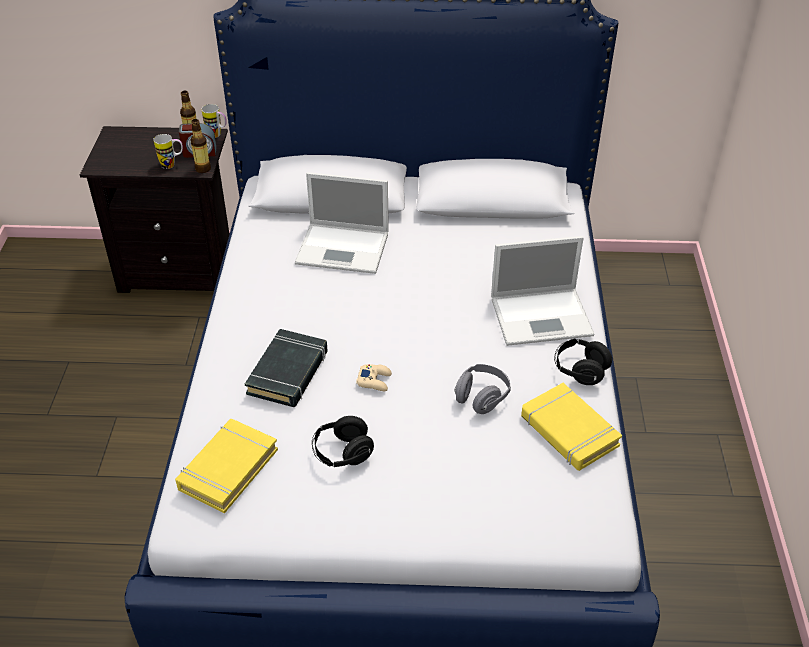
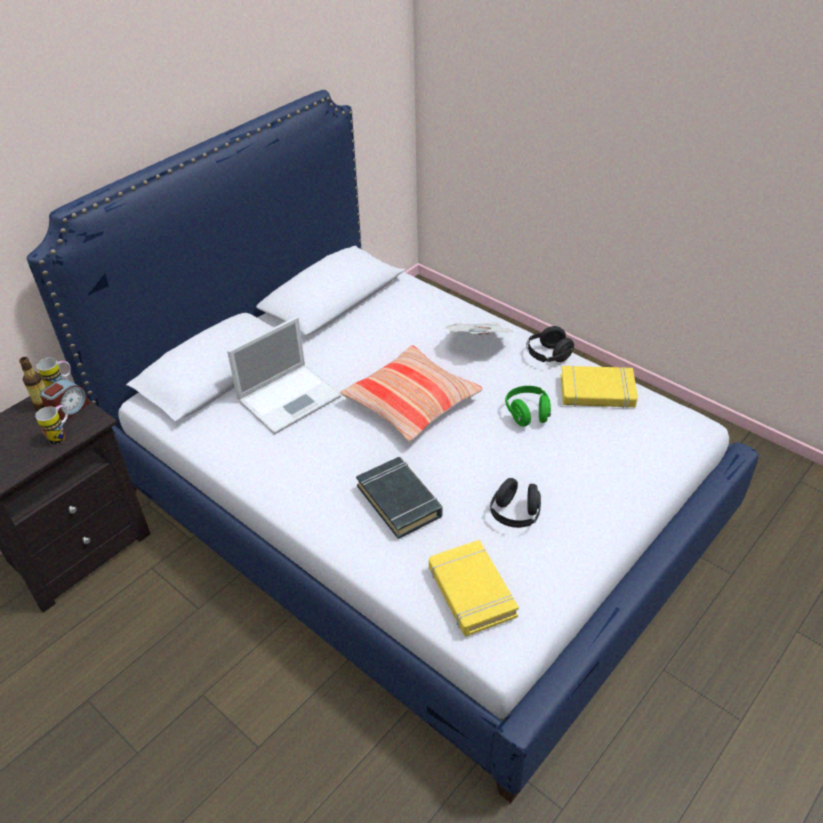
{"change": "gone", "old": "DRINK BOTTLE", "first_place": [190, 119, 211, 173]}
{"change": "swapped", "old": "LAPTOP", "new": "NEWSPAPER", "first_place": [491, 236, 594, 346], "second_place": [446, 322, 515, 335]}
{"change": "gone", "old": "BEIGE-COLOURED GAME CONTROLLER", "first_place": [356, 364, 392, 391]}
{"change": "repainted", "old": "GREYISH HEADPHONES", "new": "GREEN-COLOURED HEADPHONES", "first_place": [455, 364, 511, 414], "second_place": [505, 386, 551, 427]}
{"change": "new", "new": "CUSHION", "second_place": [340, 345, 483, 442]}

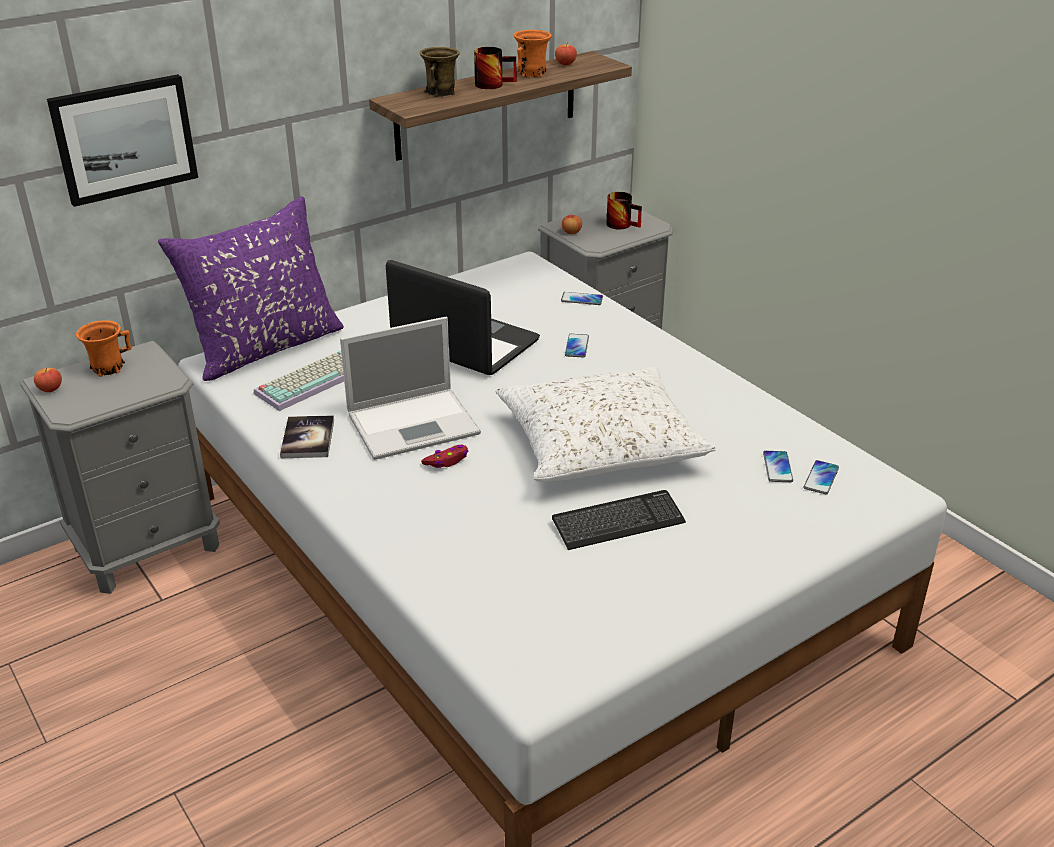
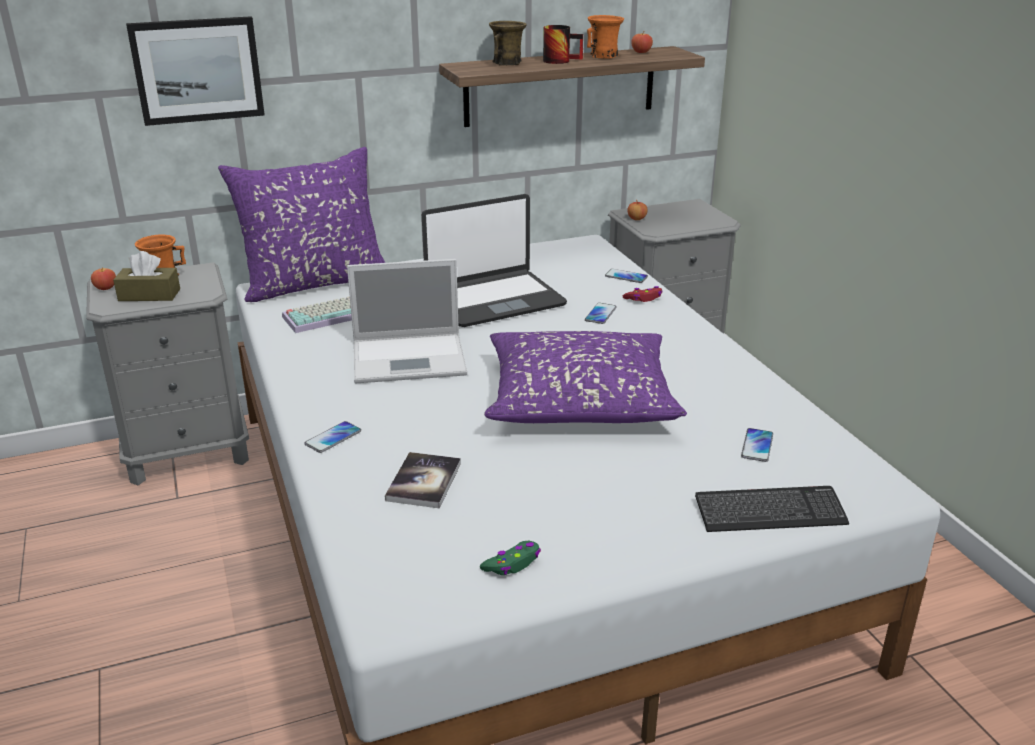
{"change": "gone", "old": "MUG", "first_place": [606, 192, 642, 229]}
{"change": "rotated", "old": "LAPTOP", "first_place": [386, 260, 540, 375], "second_place": [422, 194, 567, 327], "degrees": 105}
{"change": "repainted", "old": "WHITE-COLOURED CUSHION", "new": "PURPLE-COLOURED CUSHION", "first_place": [495, 367, 716, 482], "second_place": [484, 331, 687, 423]}
{"change": "shifted", "old": "BOUND BOOK", "first_place": [280, 415, 334, 458], "second_place": [385, 452, 461, 509]}
{"change": "shifted", "old": "REDDISH GAME CONTROLLER", "first_place": [421, 444, 469, 468], "second_place": [623, 286, 663, 302]}
{"change": "shifted", "old": "TELEPHONE", "first_place": [804, 460, 839, 494], "second_place": [305, 421, 361, 453]}
{"change": "shifted", "old": "COMPUTER KEYBOARD", "first_place": [552, 490, 686, 550], "second_place": [695, 486, 849, 532]}
{"change": "new", "new": "BROWN TISSUE BOX", "second_place": [113, 251, 180, 301]}
{"change": "new", "new": "GREEN-COLOURED GAME CONTROLLER", "second_place": [480, 540, 541, 575]}

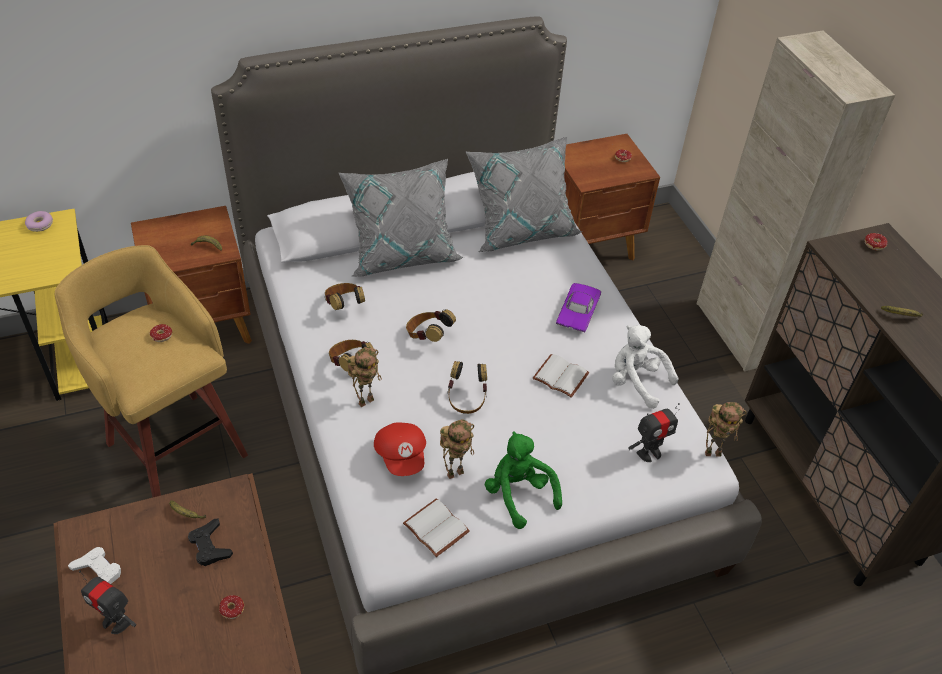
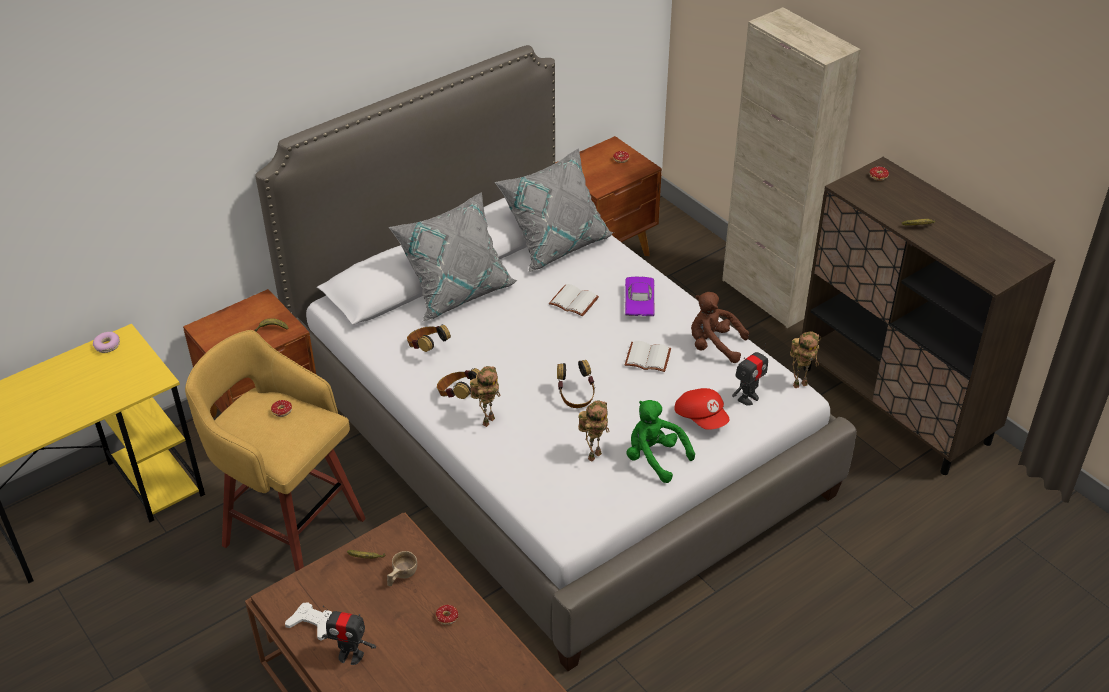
{"change": "gone", "old": "HEADPHONES", "first_place": [406, 309, 456, 342]}
{"change": "repainted", "old": "WHITE-COLOURED SOFT TOY", "new": "BROWN SOFT TOY", "first_place": [612, 325, 679, 409], "second_place": [691, 292, 749, 363]}
{"change": "shifted", "old": "REDDISH CAP", "first_place": [374, 422, 426, 476], "second_place": [674, 388, 730, 430]}
{"change": "shifted", "old": "WHITE-COLOURED BOUND BOOK", "first_place": [403, 498, 470, 557], "second_place": [549, 284, 599, 316]}
{"change": "swapped", "old": "BLACK GAME CONTROLLER", "new": "BEIGE-COLOURED CUP", "first_place": [188, 518, 233, 566], "second_place": [387, 551, 417, 586]}

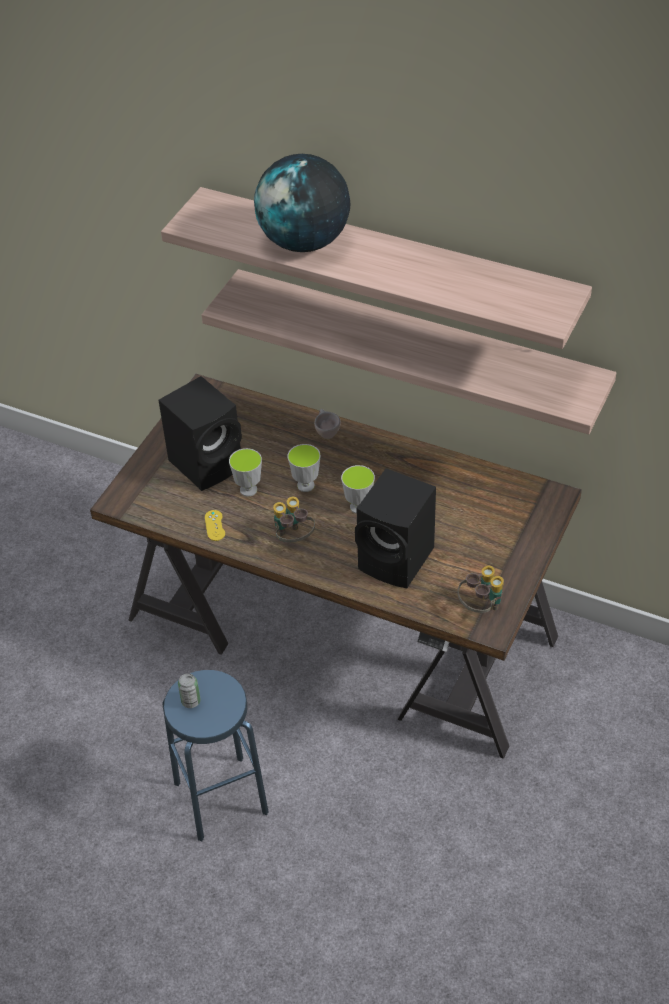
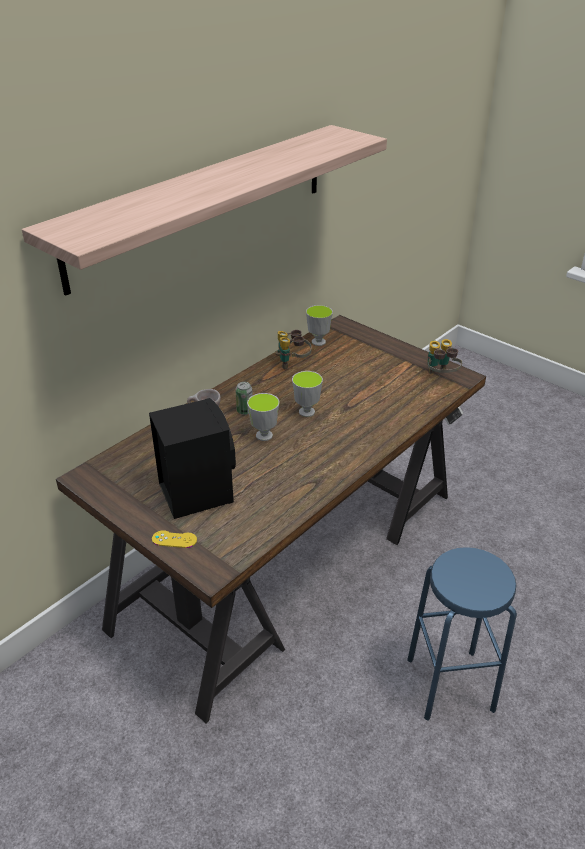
{"change": "gone", "old": "GLOBE", "first_place": [254, 154, 351, 252]}
{"change": "gone", "old": "SHELF", "first_place": [202, 269, 617, 435]}
{"change": "shifted", "old": "CUP", "first_place": [229, 448, 262, 496], "second_place": [306, 305, 333, 346]}
{"change": "gone", "old": "BLACK LOUDSPEAKER", "first_place": [355, 468, 436, 588]}
{"change": "shifted", "old": "PAIR OF BINOCULARS", "first_place": [273, 497, 315, 542], "second_place": [275, 330, 312, 369]}
{"change": "shifted", "old": "YELLOW-COLOURED GAME CONTROLLER", "first_place": [205, 510, 225, 541], "second_place": [152, 530, 197, 548]}
{"change": "shifted", "old": "CAN", "first_place": [178, 673, 201, 708], "second_place": [236, 382, 253, 415]}

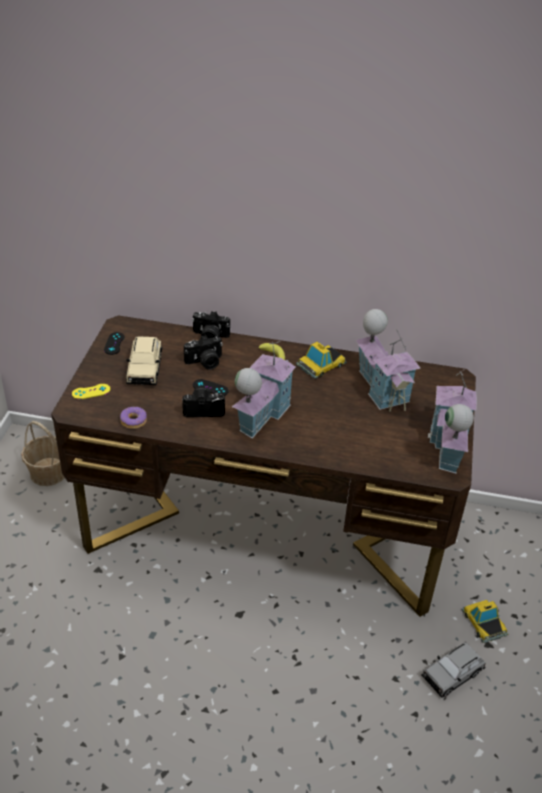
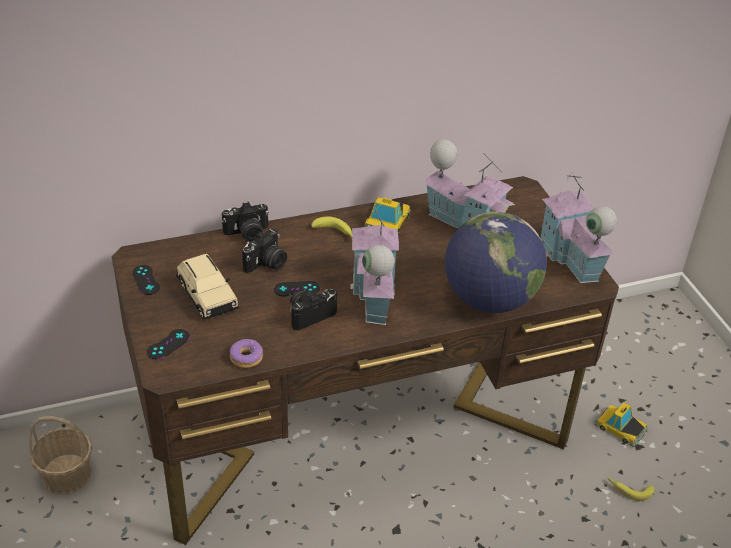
{"change": "repainted", "old": "YELLOW-COLOURED GAME CONTROLLER", "new": "BLACK GAME CONTROLLER", "first_place": [72, 384, 110, 400], "second_place": [147, 329, 190, 359]}
{"change": "swapped", "old": "GREYISH MODEL CAR", "new": "WHOLE BANANA", "first_place": [421, 642, 486, 698], "second_place": [607, 478, 654, 501]}
{"change": "new", "new": "GLOBE", "second_place": [445, 212, 547, 313]}

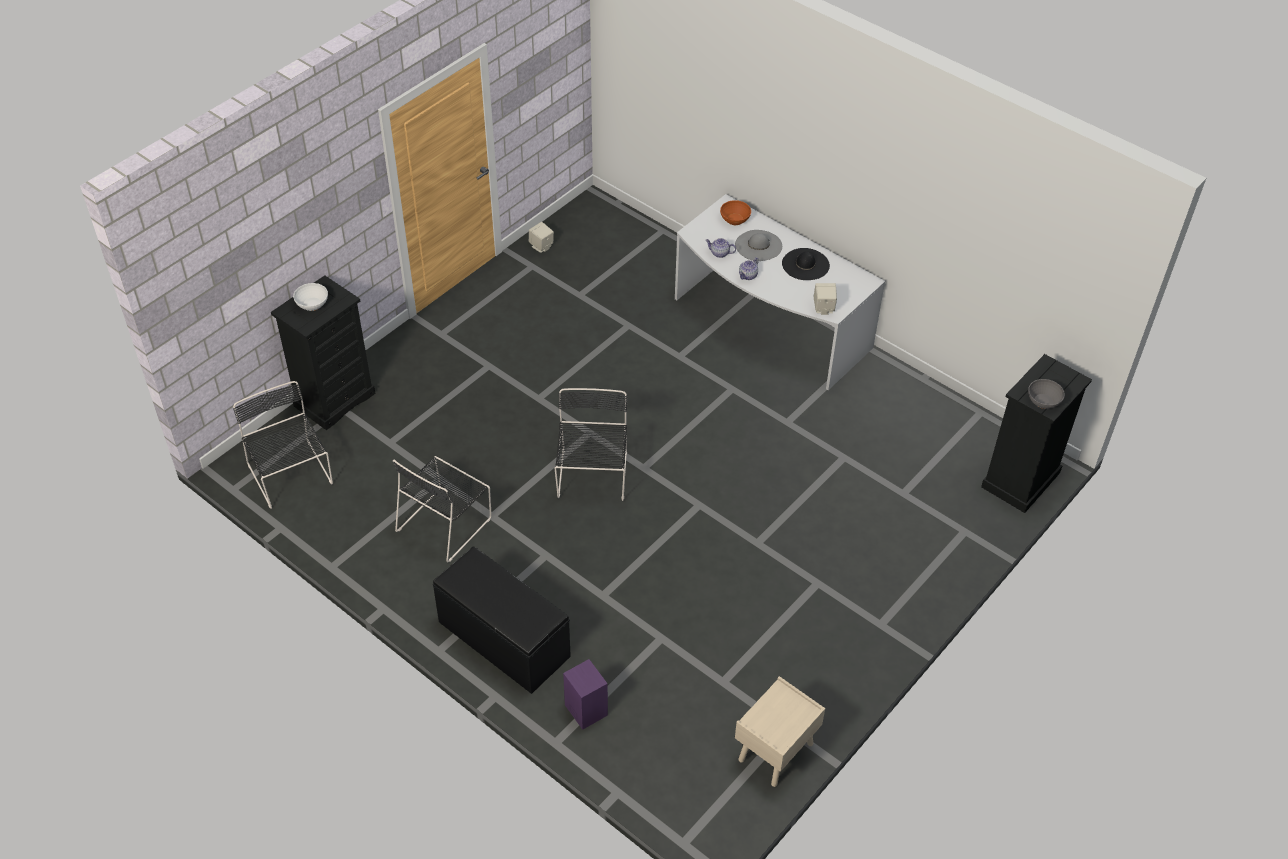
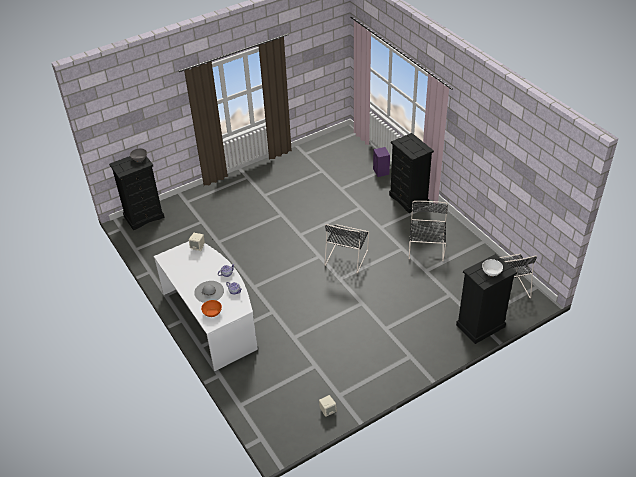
{"change": "gone", "old": "BLACK HAT", "first_place": [782, 248, 830, 280]}
{"change": "rotated", "old": "BLACK PLAIN CHAIR", "first_place": [393, 456, 492, 562], "second_place": [409, 201, 448, 261], "degrees": -45}
{"change": "swapped", "old": "BLACK LONG SEAT", "new": "BLACK DRESSER", "first_place": [433, 547, 571, 694], "second_place": [389, 133, 434, 213]}
{"change": "gone", "old": "BEIGE-COLOURED BEDSIDE TABLE", "first_place": [735, 676, 825, 787]}

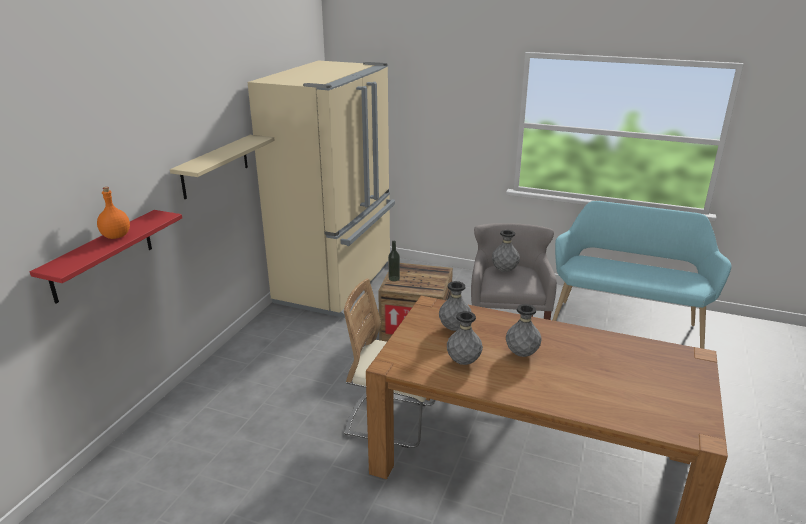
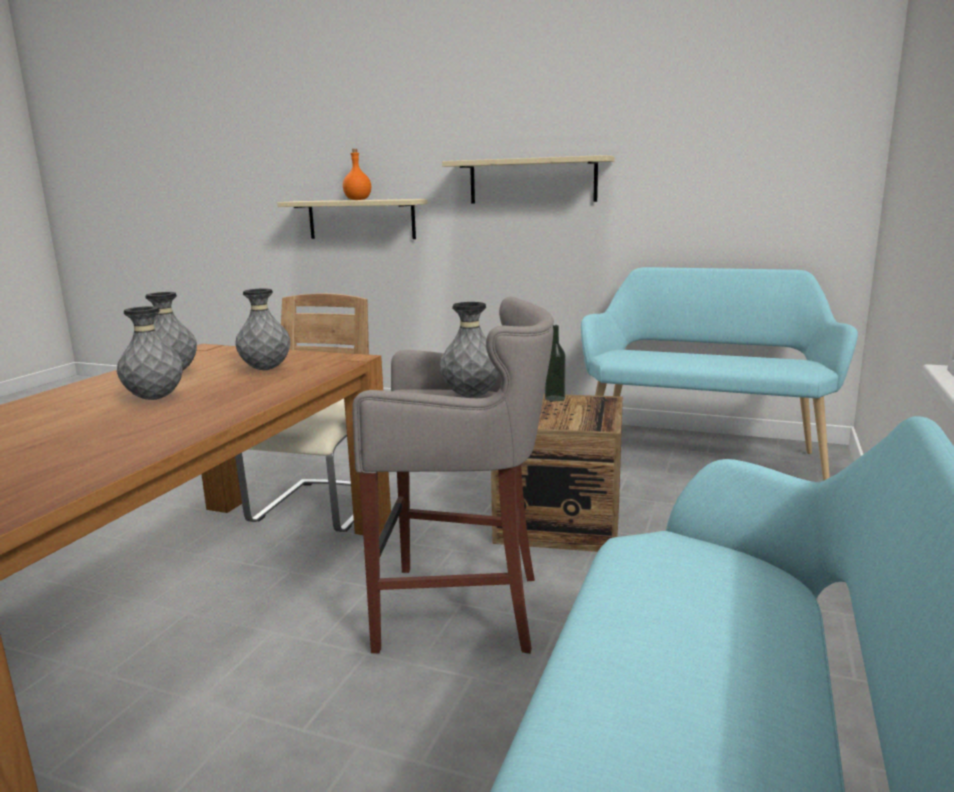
{"change": "swapped", "old": "BEIGE-COLOURED REFRIGERATOR", "new": "TURQUOISE-COLOURED LONG SEAT", "first_place": [247, 61, 395, 318], "second_place": [581, 267, 858, 481]}
{"change": "repainted", "old": "REDDISH SHELF", "new": "BEIGE-COLOURED SHELF", "first_place": [30, 210, 182, 304], "second_place": [277, 199, 428, 239]}

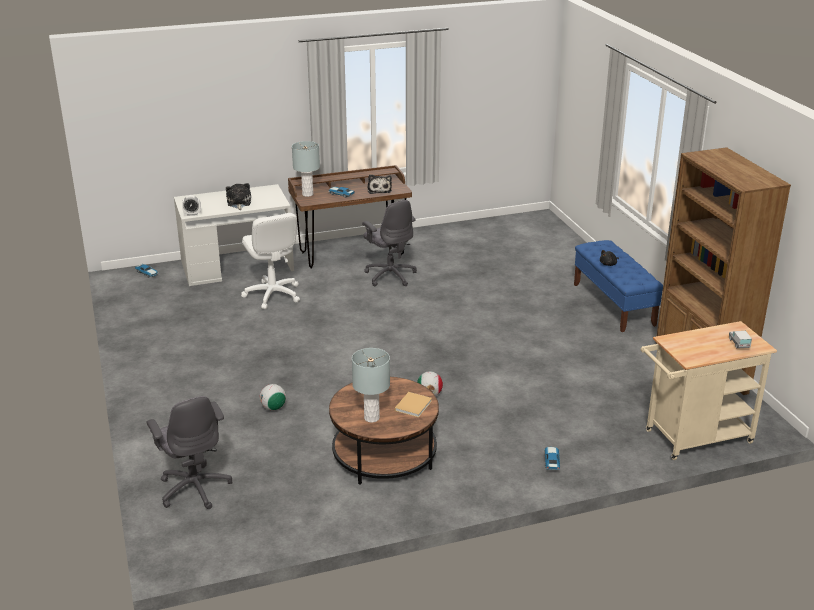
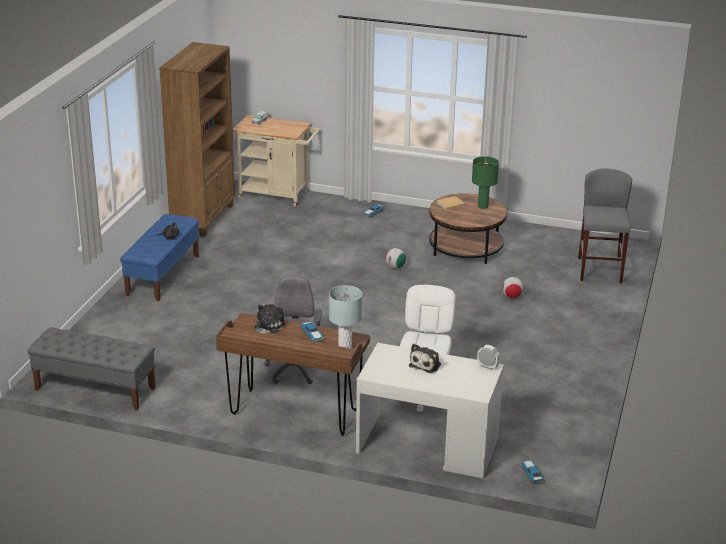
{"change": "repainted", "old": "GREYISH LAMP FOR A TABLE", "new": "GREEN-COLOURED LAMP FOR A TABLE", "first_place": [352, 348, 390, 423], "second_place": [472, 156, 499, 209]}
{"change": "swapped", "old": "GREYISH OFFICE CHAIR", "new": "GREYISH SITTING STOOL", "first_place": [147, 396, 232, 509], "second_place": [578, 168, 632, 283]}
{"change": "new", "new": "GREYISH LONG SEAT", "second_place": [27, 327, 155, 411]}

